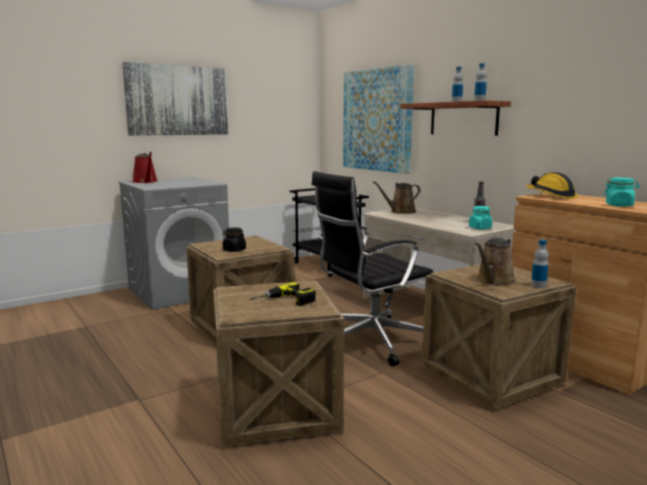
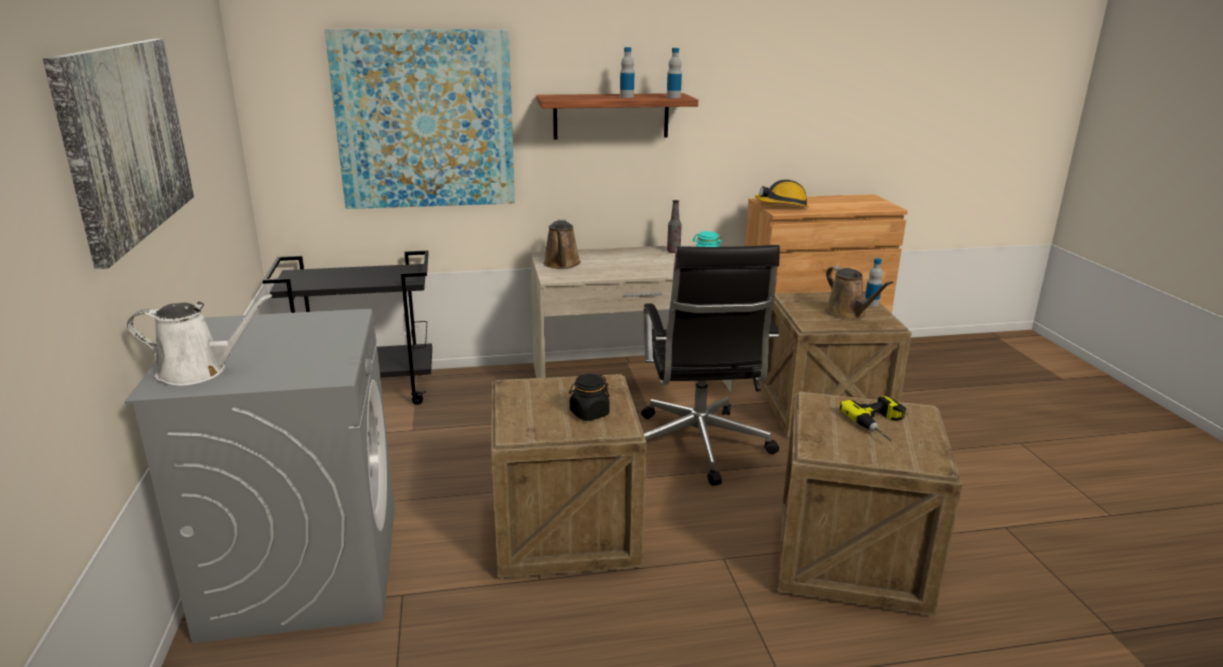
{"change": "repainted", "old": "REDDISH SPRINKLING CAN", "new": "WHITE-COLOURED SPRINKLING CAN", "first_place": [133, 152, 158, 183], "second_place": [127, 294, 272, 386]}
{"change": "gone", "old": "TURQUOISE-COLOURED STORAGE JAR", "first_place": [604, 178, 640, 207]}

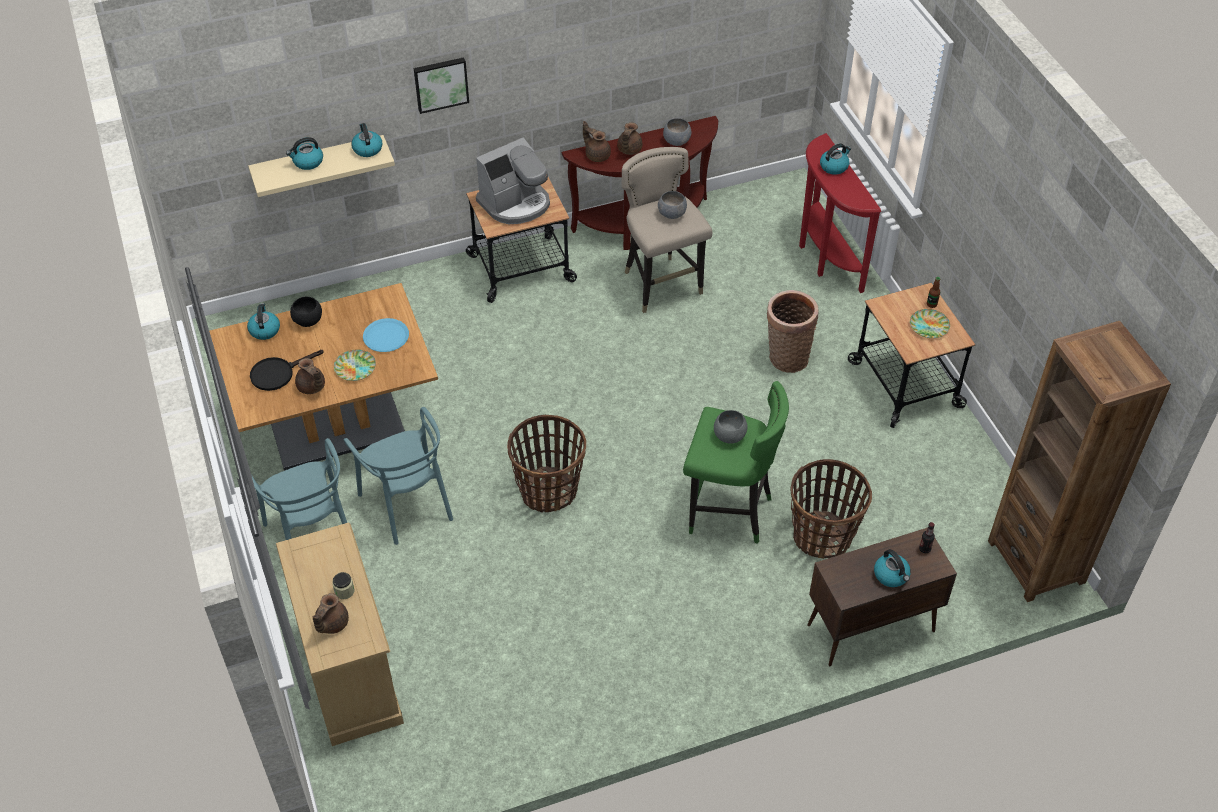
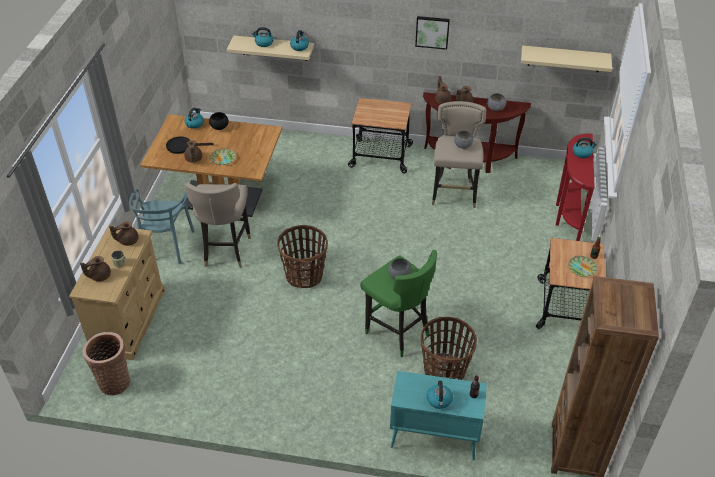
{"change": "shifted", "old": "WALL ART", "first_place": [414, 57, 469, 114], "second_place": [415, 16, 450, 50]}
{"change": "gone", "old": "COFFEE MACHINE", "first_place": [476, 137, 550, 224]}
{"change": "shifted", "old": "BASKET", "first_place": [767, 290, 819, 373], "second_place": [83, 332, 130, 396]}
{"change": "gone", "old": "BLUE DINNER PLATE", "first_place": [363, 318, 409, 352]}
{"change": "swapped", "old": "TURQUOISE-COLOURED PLAIN CHAIR", "new": "BEIGE-COLOURED SITTING STOOL", "first_place": [344, 407, 453, 545], "second_place": [185, 183, 251, 268]}
{"change": "repainted", "old": "BROWN CUPBOARD", "new": "TURQUOISE-COLOURED CUPBOARD", "first_place": [807, 528, 957, 666], "second_place": [390, 371, 487, 461]}
{"change": "new", "new": "BEIGE-COLOURED SHELF", "second_place": [521, 45, 612, 72]}
{"change": "new", "new": "BROWN TEA POT", "second_place": [109, 221, 139, 246]}

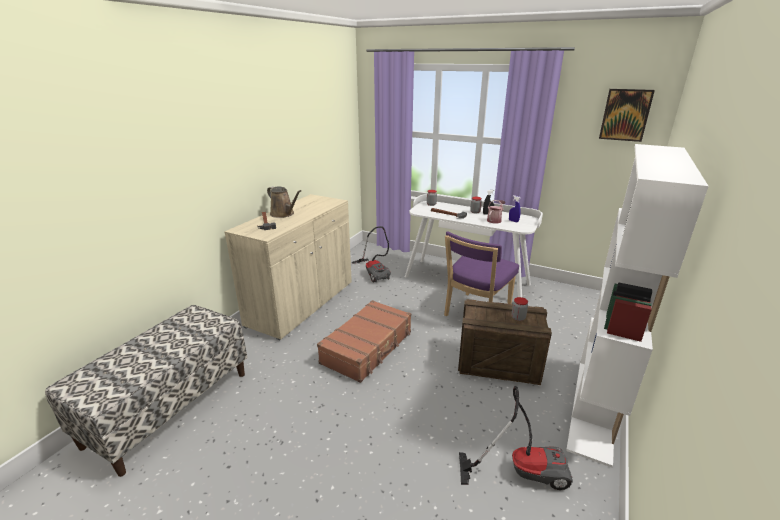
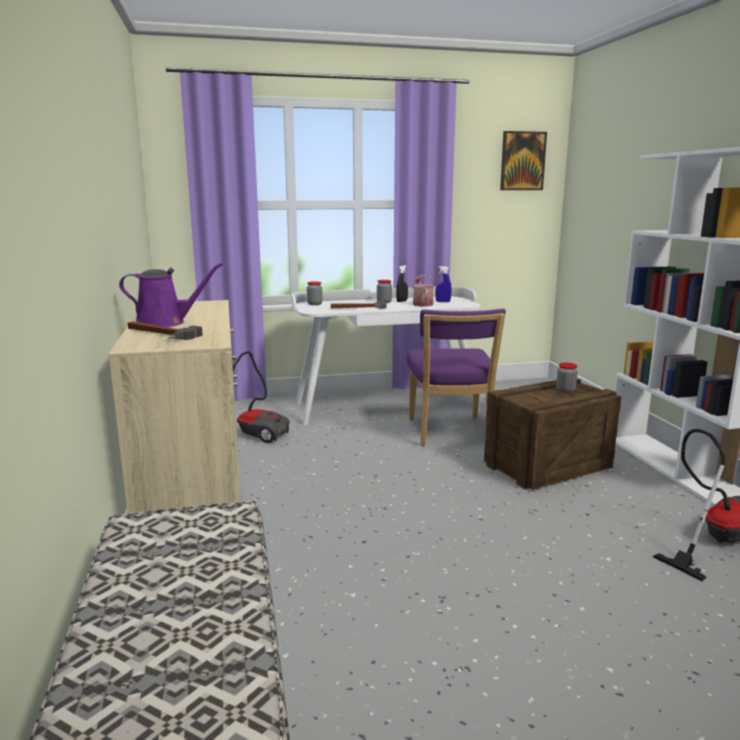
{"change": "repainted", "old": "BROWN SPRINKLING CAN", "new": "PURPLE-COLOURED SPRINKLING CAN", "first_place": [267, 186, 302, 218], "second_place": [119, 263, 223, 327]}
{"change": "gone", "old": "BROWN TRAVEL CASE", "first_place": [317, 300, 411, 383]}

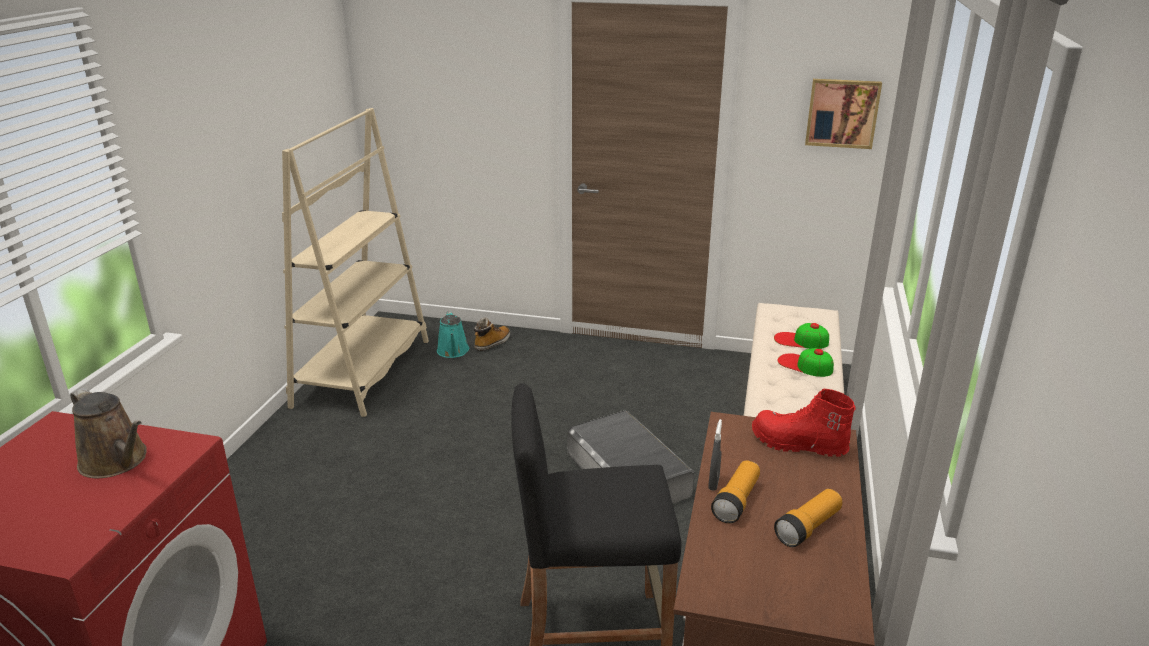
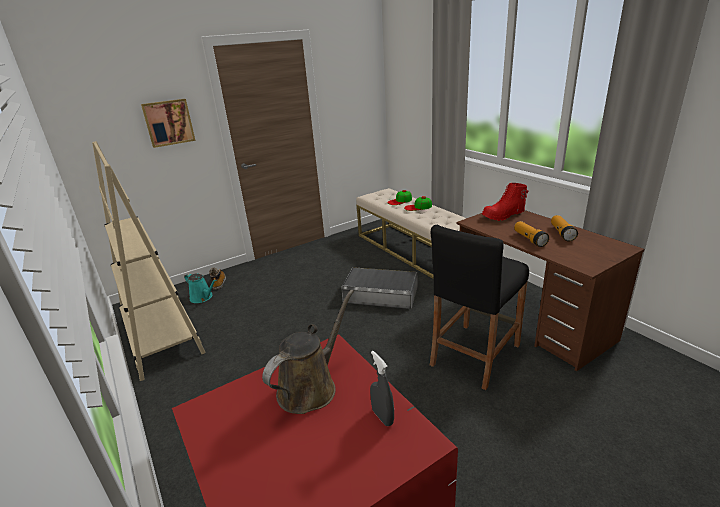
{"change": "shifted", "old": "WALL ART", "first_place": [805, 79, 882, 149], "second_place": [141, 99, 196, 148]}
{"change": "rotated", "old": "BROWN SPRINKLING CAN", "first_place": [70, 388, 147, 478], "second_place": [262, 290, 354, 414], "degrees": -45}
{"change": "shifted", "old": "GREYISH SPRAYER", "first_place": [708, 419, 722, 491], "second_place": [370, 351, 394, 426]}

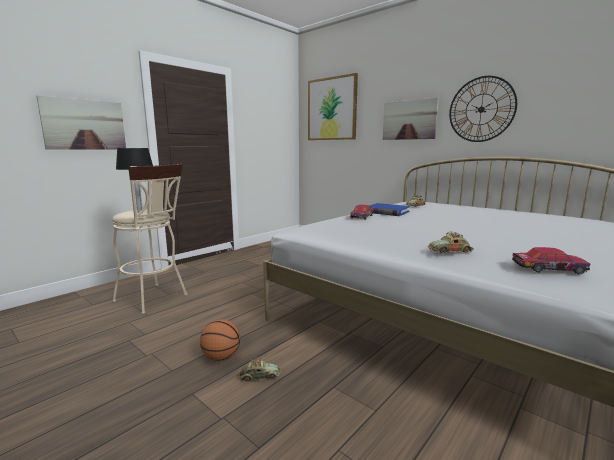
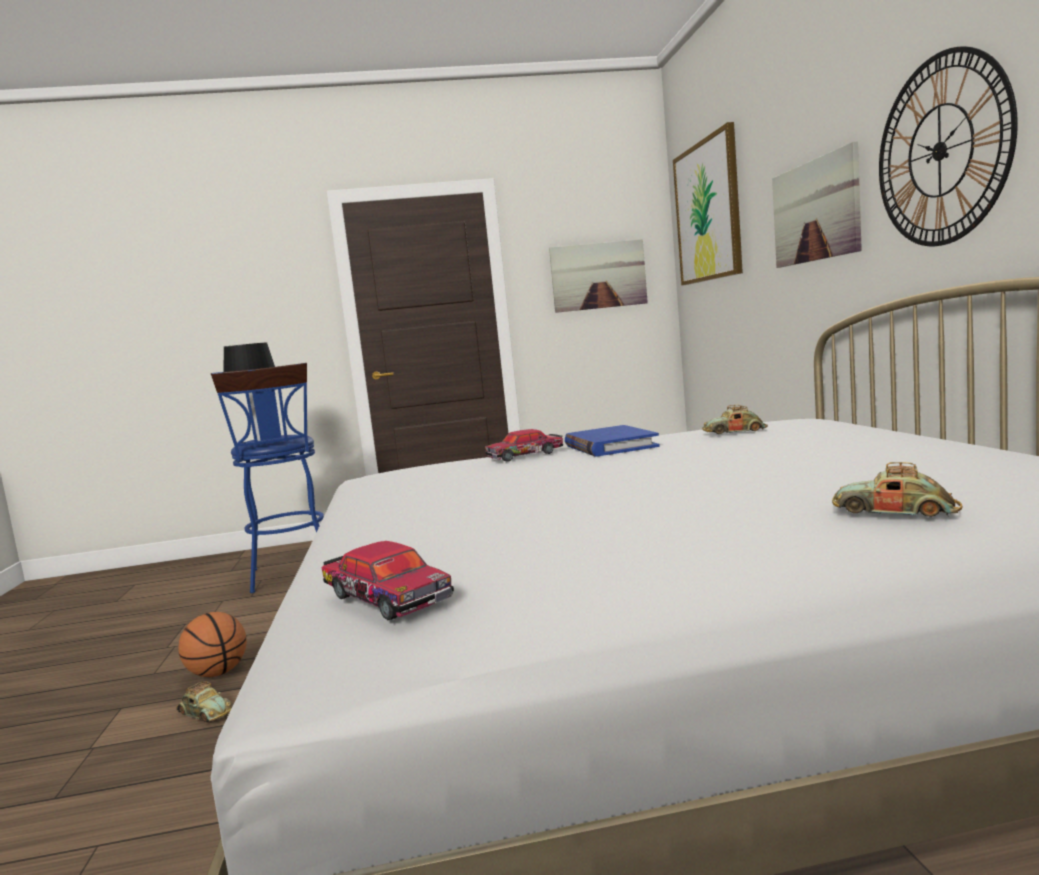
{"change": "shifted", "old": "WALL ART", "first_place": [37, 95, 126, 150], "second_place": [549, 239, 648, 313]}
{"change": "repainted", "old": "BEIGE-COLOURED SITTING STOOL", "new": "BLUE SITTING STOOL", "first_place": [112, 164, 188, 314], "second_place": [211, 363, 324, 593]}
{"change": "shifted", "old": "MODEL CAR", "first_place": [428, 232, 474, 253], "second_place": [832, 462, 962, 517]}

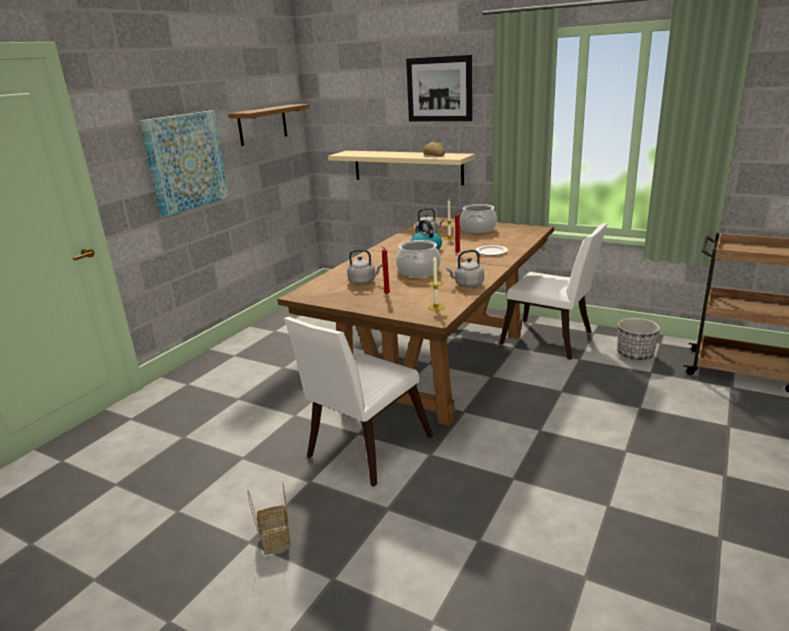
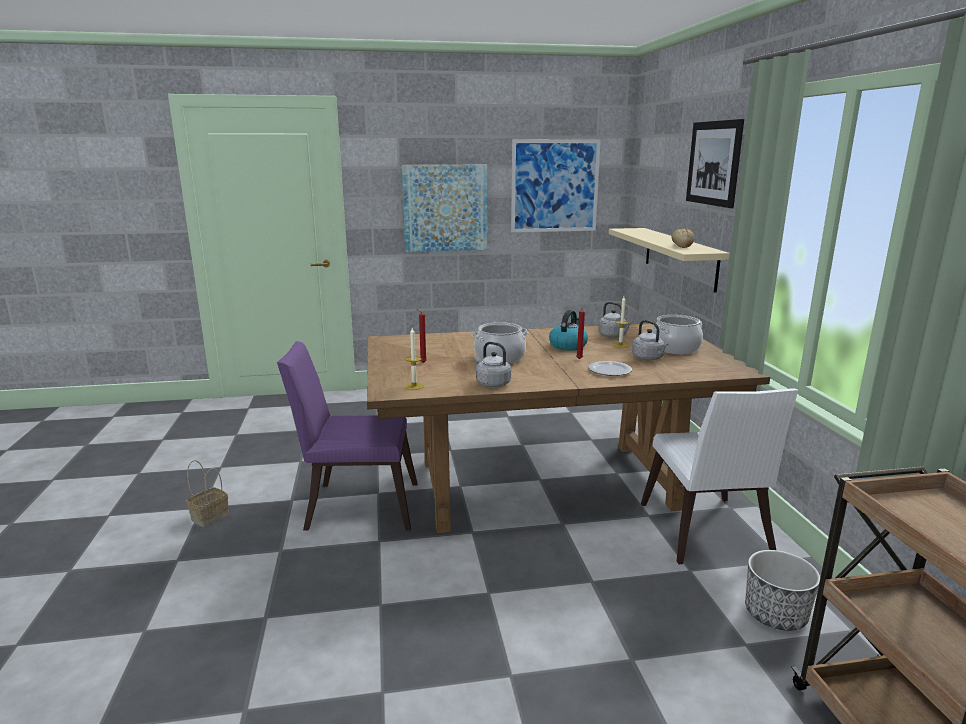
{"change": "swapped", "old": "SHELF", "new": "WALL ART", "first_place": [228, 104, 310, 146], "second_place": [511, 139, 601, 232]}
{"change": "shifted", "old": "GREYISH WATER KETTLE", "first_place": [347, 249, 382, 284], "second_place": [632, 320, 668, 360]}
{"change": "repainted", "old": "WHITE-COLOURED PLAIN CHAIR", "new": "PURPLE-COLOURED PLAIN CHAIR", "first_place": [284, 317, 433, 487], "second_place": [277, 341, 418, 531]}

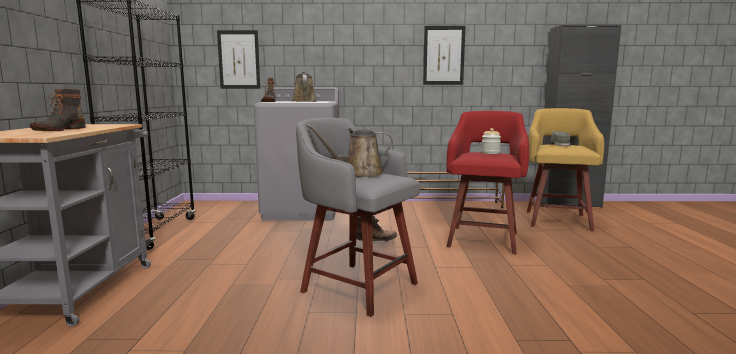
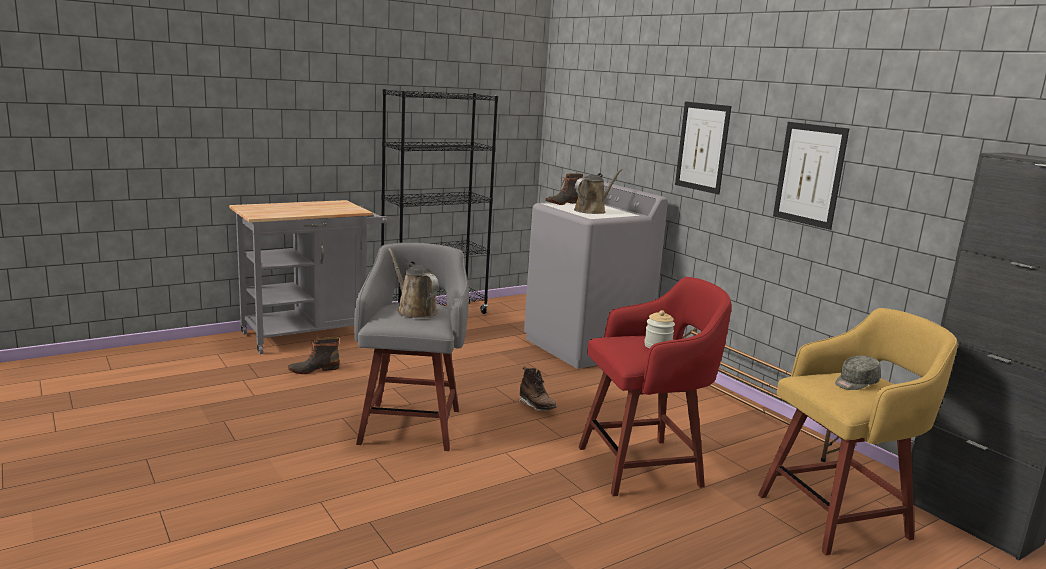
{"change": "shifted", "old": "WALL ART", "first_place": [217, 30, 260, 89], "second_place": [675, 101, 732, 195]}
{"change": "shifted", "old": "HIGH-TOP BOOT", "first_place": [30, 89, 86, 131], "second_place": [288, 337, 339, 374]}

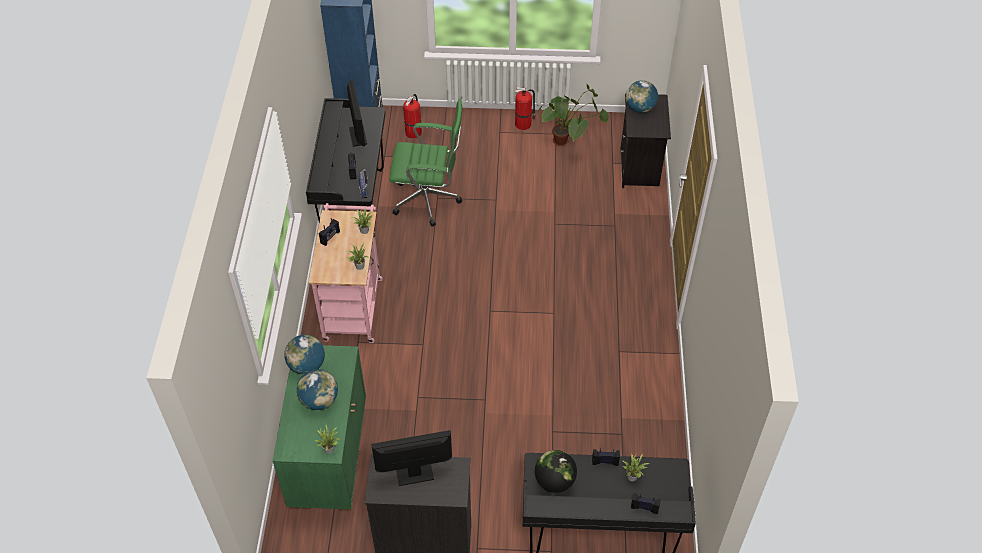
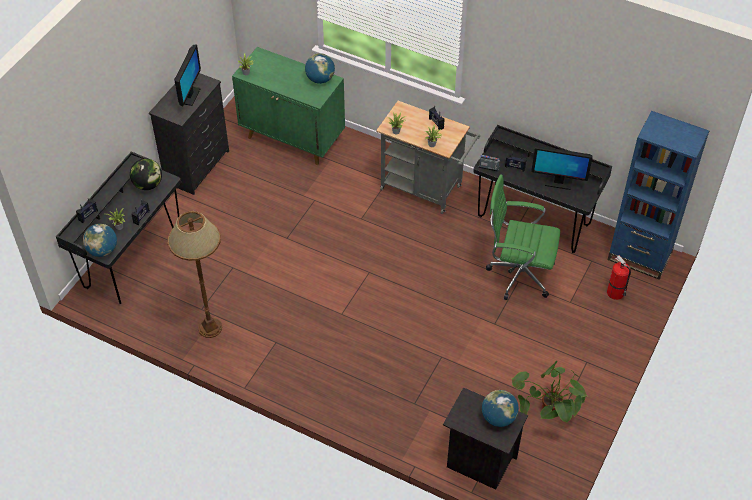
{"change": "gone", "old": "FIRE-FIGHTING CYLINDER", "first_place": [515, 87, 536, 130]}
{"change": "rotated", "old": "GREEN-COLOURED OFFICE CHAIR", "first_place": [389, 98, 462, 227], "second_place": [486, 174, 560, 300], "degrees": 75}
{"change": "repainted", "old": "PINK-COLOURED CART", "new": "GREYISH CART", "first_place": [308, 203, 383, 343], "second_place": [376, 101, 480, 214]}
{"change": "shifted", "old": "GLOBE", "first_place": [297, 369, 338, 410], "second_place": [83, 224, 117, 257]}
{"change": "new", "new": "BROWN STANDARD LAMP", "second_place": [168, 211, 222, 338]}

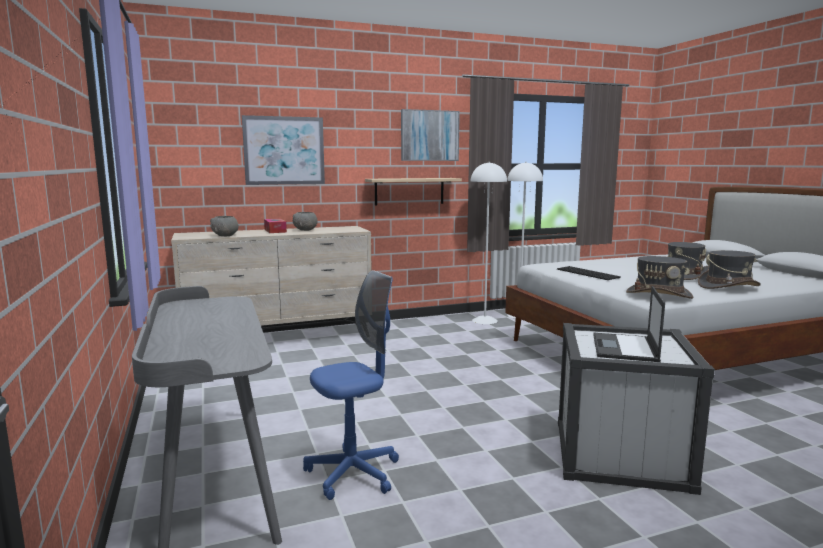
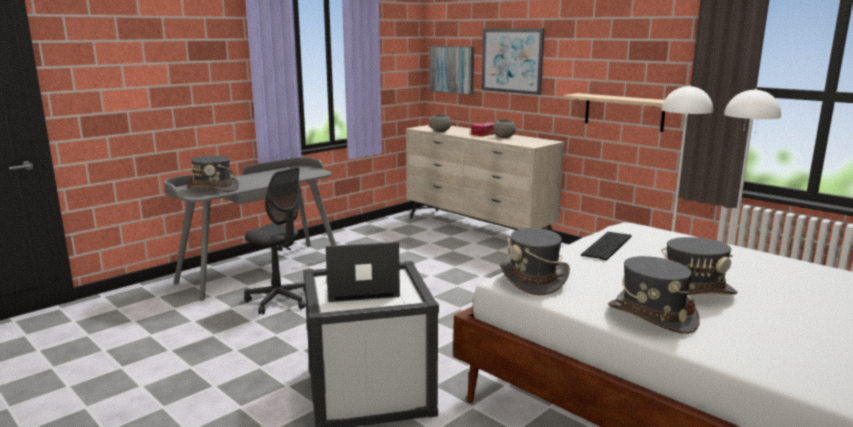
{"change": "shifted", "old": "WALL ART", "first_place": [401, 109, 460, 161], "second_place": [429, 46, 474, 95]}
{"change": "repainted", "old": "BLUE OFFICE CHAIR", "new": "GREYISH OFFICE CHAIR", "first_place": [303, 270, 399, 500], "second_place": [245, 167, 306, 315]}
{"change": "new", "new": "GREYISH HAT", "second_place": [187, 156, 239, 192]}

